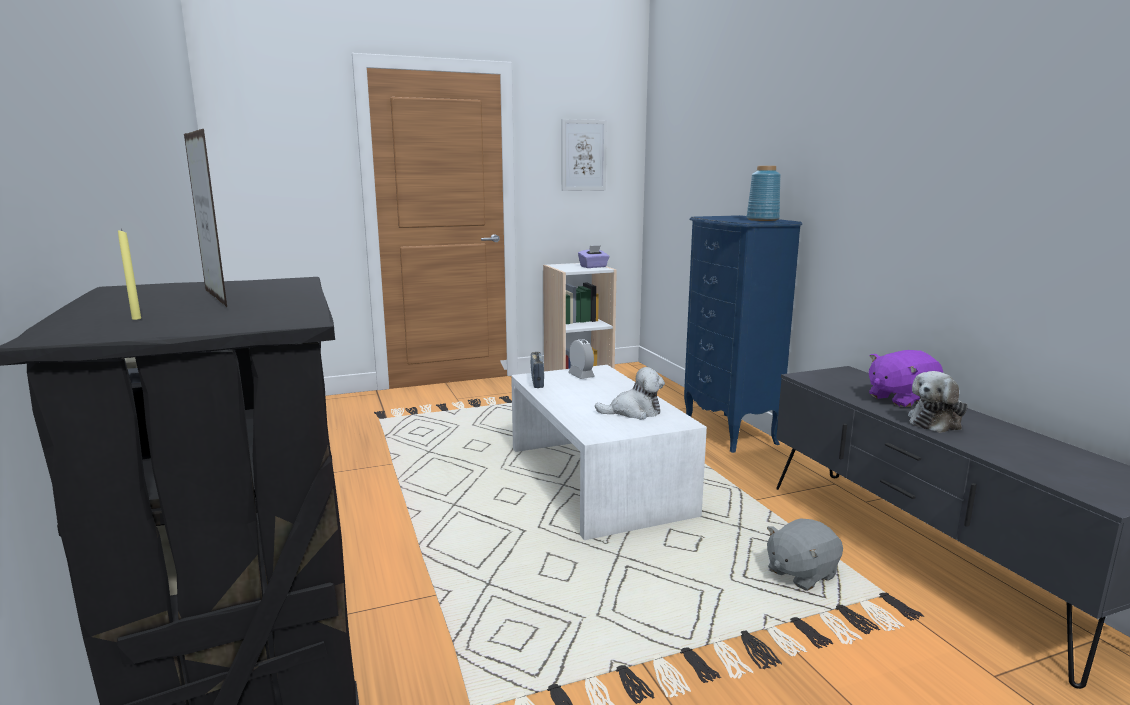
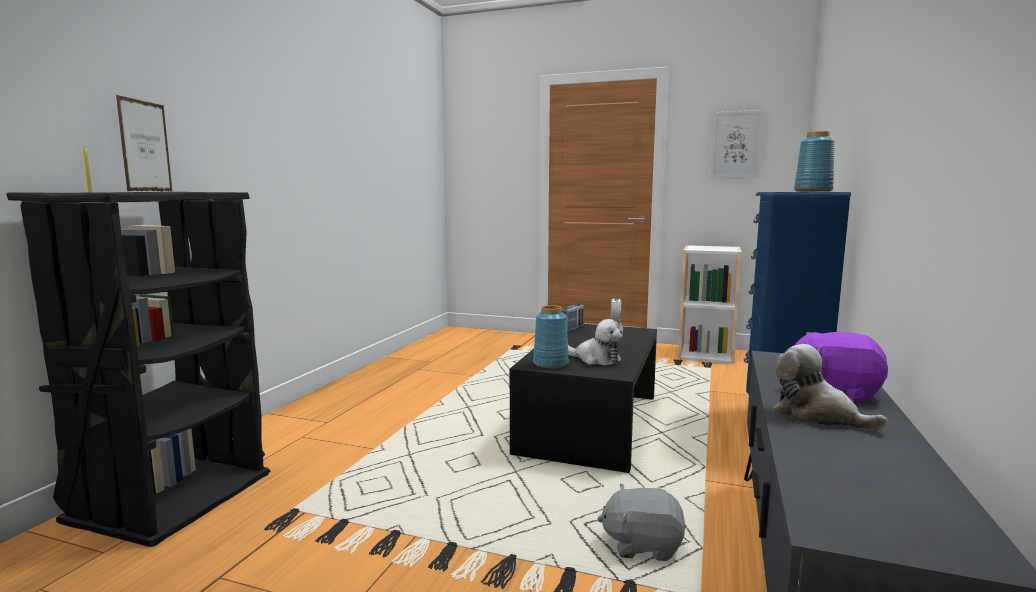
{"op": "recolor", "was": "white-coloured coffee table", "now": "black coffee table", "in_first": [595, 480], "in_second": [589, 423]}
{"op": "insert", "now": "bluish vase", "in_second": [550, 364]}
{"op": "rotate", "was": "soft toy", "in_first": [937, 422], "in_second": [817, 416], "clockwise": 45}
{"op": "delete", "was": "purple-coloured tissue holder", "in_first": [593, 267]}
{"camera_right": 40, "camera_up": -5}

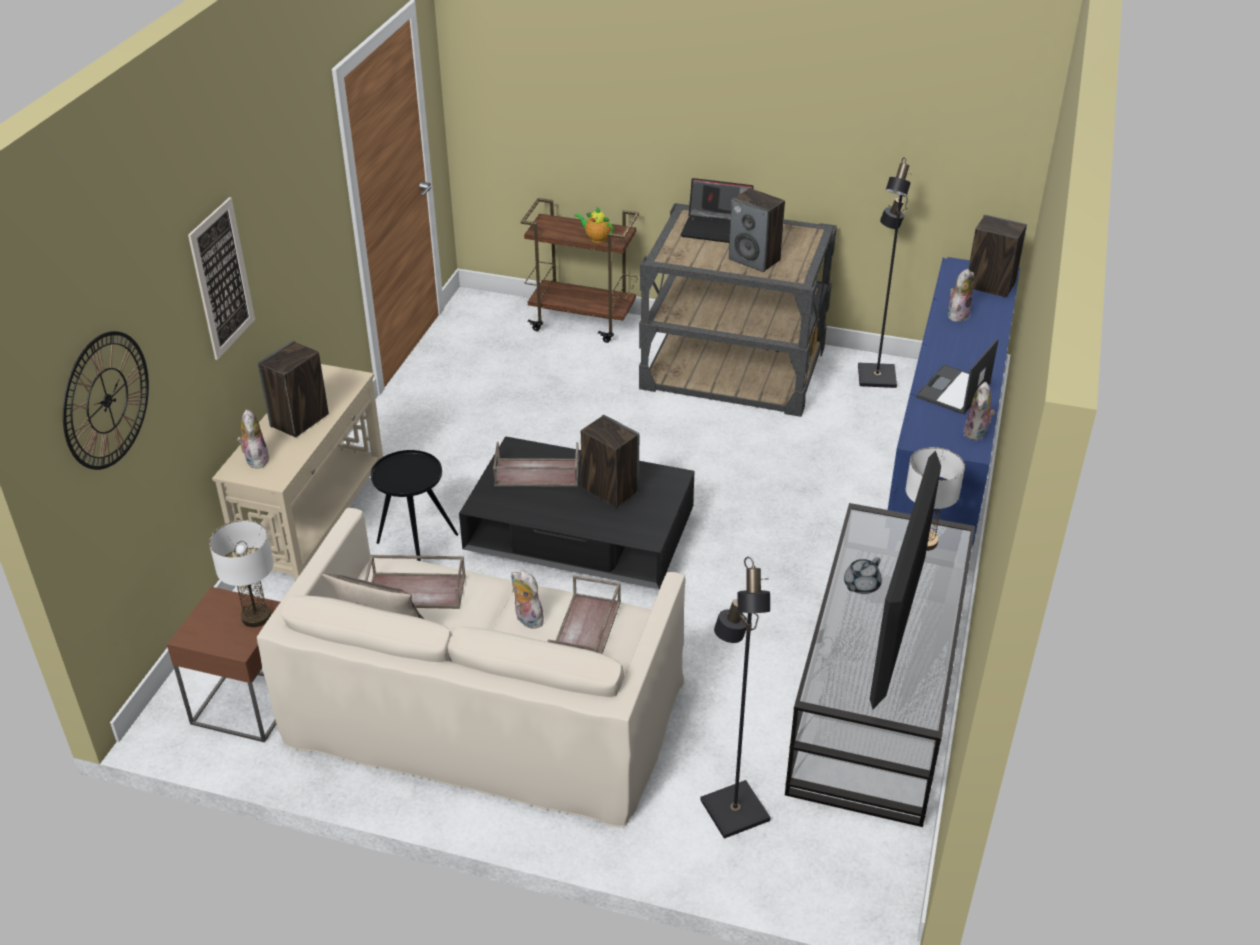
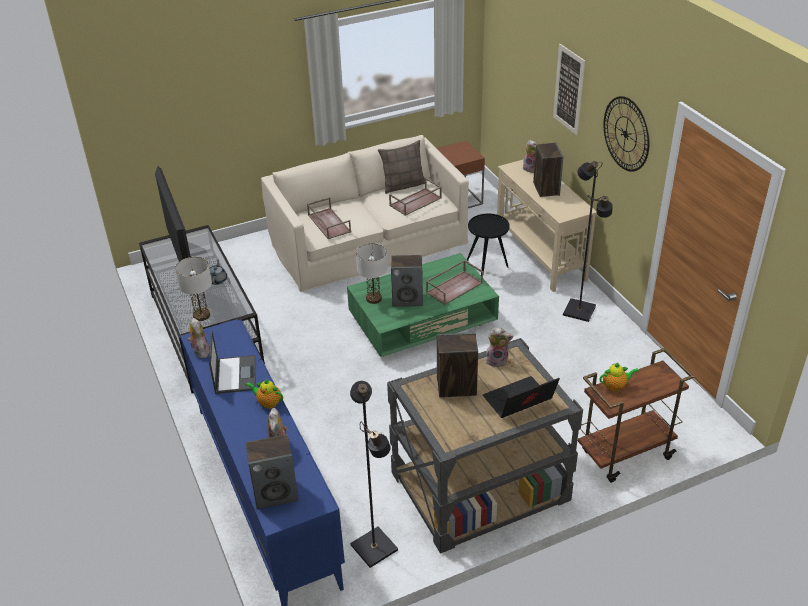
{"op": "insert", "now": "teapot", "in_second": [268, 403]}
{"op": "recolor", "was": "black coffee table", "now": "green coffee table", "in_first": [580, 537], "in_second": [422, 321]}
{"op": "move", "was": "tabletop lamp", "in_first": [256, 617], "in_second": [373, 298]}
{"op": "move", "was": "soft toy", "in_first": [526, 619], "in_second": [497, 360]}
{"op": "move", "was": "black standard lamp", "in_first": [735, 810], "in_second": [579, 311]}
{"op": "move", "was": "wall clock", "in_first": [106, 400], "in_second": [626, 134]}
{"camera_right": 140, "camera_up": 0}

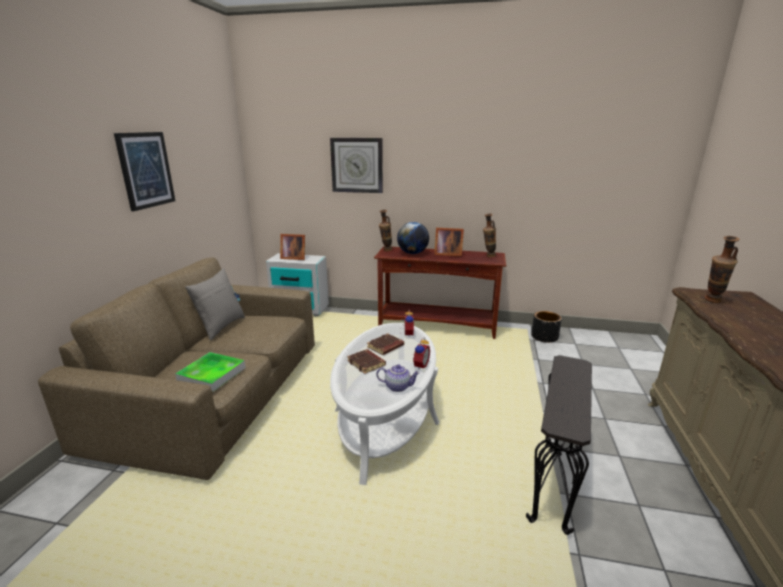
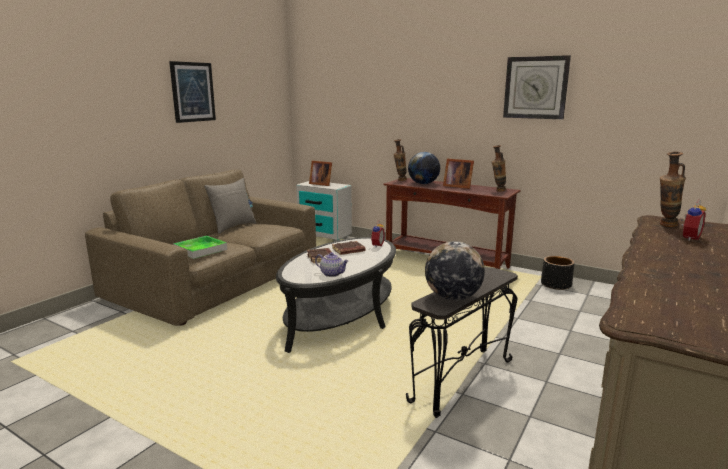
{"op": "recolor", "was": "white-coloured coffee table", "now": "black coffee table", "in_first": [385, 417], "in_second": [341, 316]}
{"op": "insert", "now": "desk globe", "in_second": [452, 298]}
{"op": "move", "was": "wall clock", "in_first": [357, 165], "in_second": [535, 87]}
{"op": "move", "was": "table clock", "in_first": [419, 365], "in_second": [688, 238]}
{"camera_right": 20, "camera_up": -5}

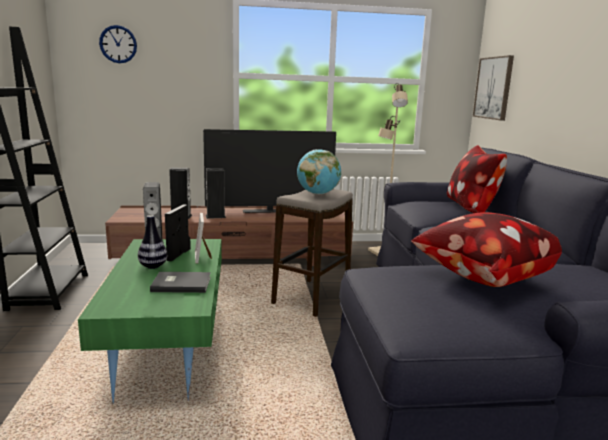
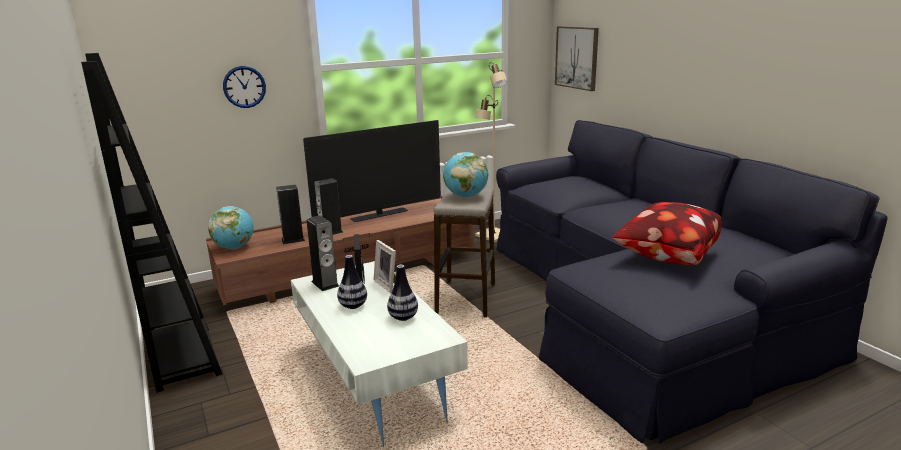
{"op": "insert", "now": "desk globe", "in_second": [234, 247]}
{"op": "move", "was": "wall clock", "in_first": [118, 44], "in_second": [244, 87]}
{"op": "recolor", "was": "green coffee table", "now": "white-coloured coffee table", "in_first": [169, 343], "in_second": [376, 378]}
{"op": "replace", "was": "greyish volume", "now": "vase", "in_first": [181, 283], "in_second": [403, 317]}
{"op": "delete", "was": "throw pillow", "in_first": [471, 208]}
{"camera_right": -20, "camera_up": 5}

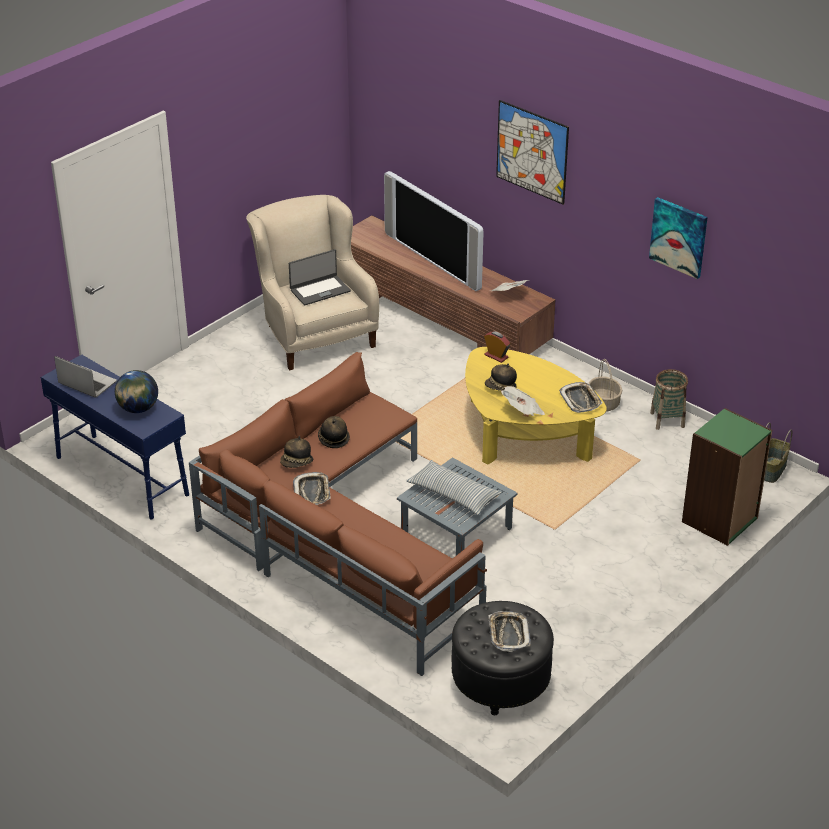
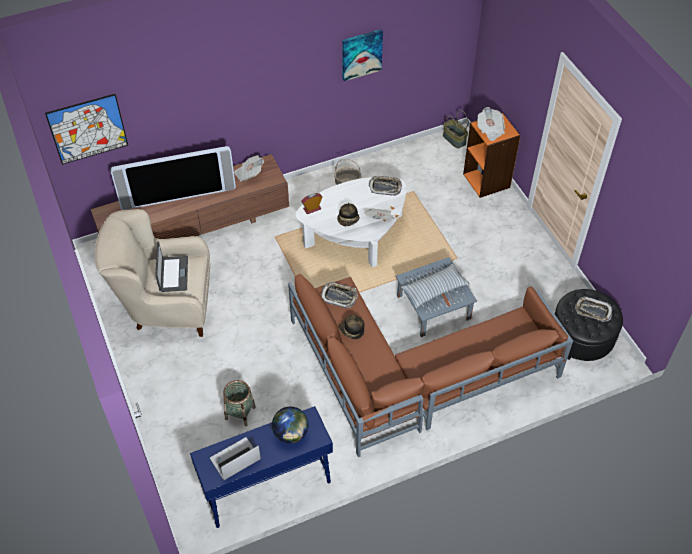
{"op": "move", "was": "picture", "in_first": [532, 152], "in_second": [87, 129]}
{"op": "move", "was": "household basket", "in_first": [667, 420], "in_second": [240, 413]}
{"op": "recolor", "was": "yellowish coffee table", "now": "white-coloured coffee table", "in_first": [524, 434], "in_second": [355, 235]}
{"op": "move", "was": "serving tray", "in_first": [312, 492], "in_second": [339, 296]}
{"op": "recolor", "was": "green bookcase", "now": "orangey bookcase", "in_first": [720, 520], "in_second": [487, 180]}
{"op": "insert", "now": "newspaper", "in_second": [490, 130]}
{"op": "delete", "was": "wearable hat", "in_first": [297, 463]}
{"camera_right": -65, "camera_up": 15}

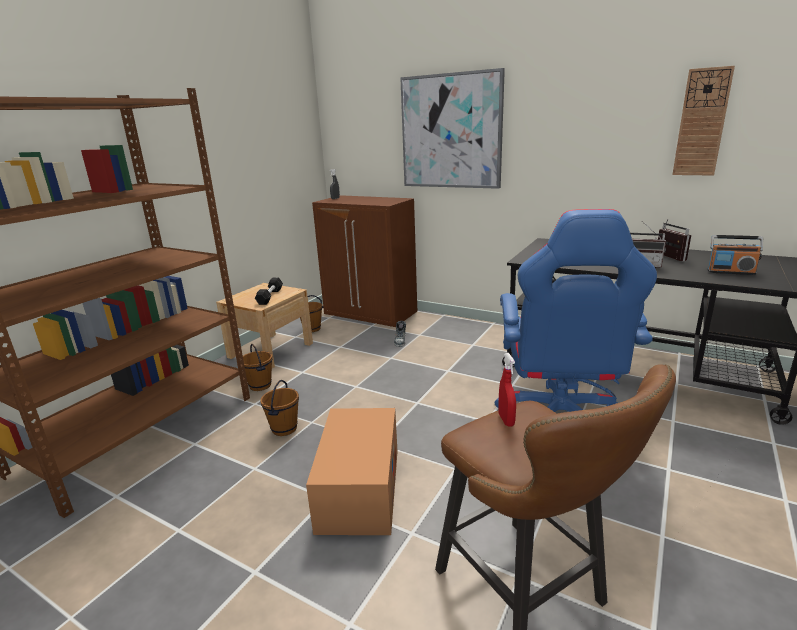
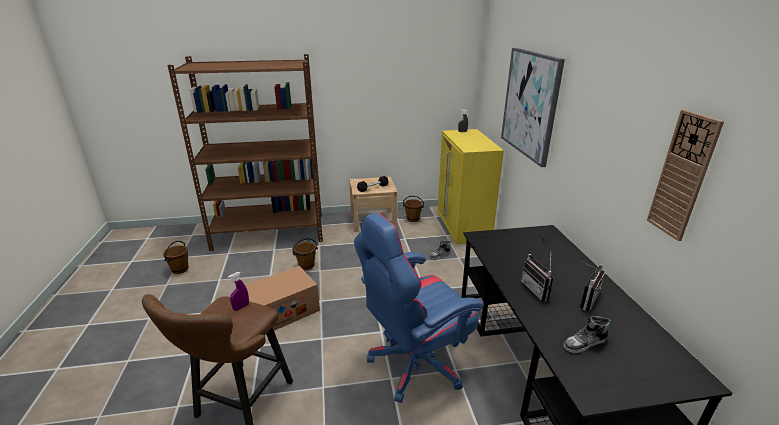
{"op": "move", "was": "brown bucket", "in_first": [260, 386], "in_second": [180, 269]}
{"op": "recolor", "was": "red-coloured sprayer", "now": "purple-coloured sprayer", "in_first": [506, 420], "in_second": [241, 307]}
{"op": "recolor", "was": "brown cupboard", "now": "yellowish cupboard", "in_first": [371, 312], "in_second": [463, 226]}
{"op": "replace", "was": "radio set", "now": "shoe", "in_first": [730, 272], "in_second": [584, 343]}
{"camera_right": 50, "camera_up": 5}

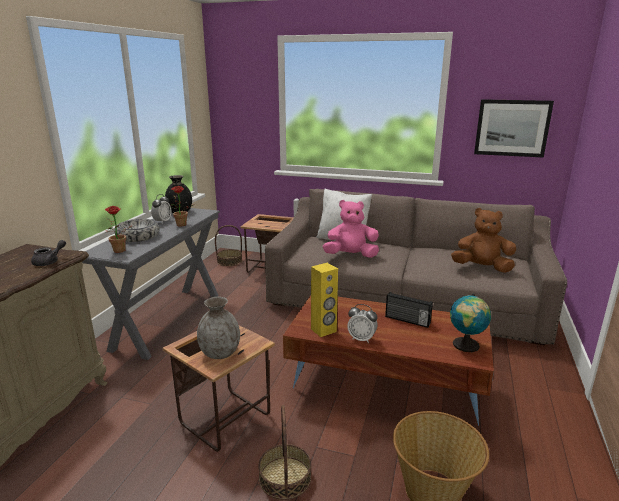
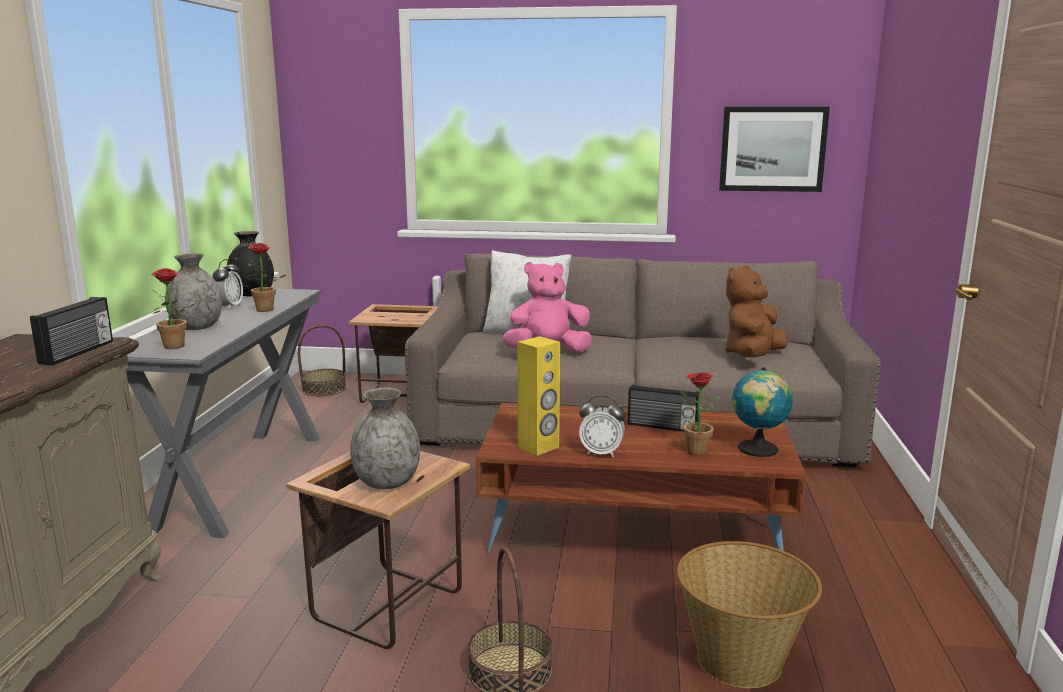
{"op": "replace", "was": "greyish teapot", "now": "radio set", "in_first": [50, 262], "in_second": [78, 352]}
{"op": "replace", "was": "bowl", "now": "greyish vase", "in_first": [138, 236], "in_second": [196, 327]}
{"op": "insert", "now": "plant in a pot", "in_second": [692, 450]}
{"op": "rotate", "was": "brown soft toy", "in_first": [481, 268], "in_second": [753, 356], "clockwise": -60}
{"camera_right": -10, "camera_up": -5}

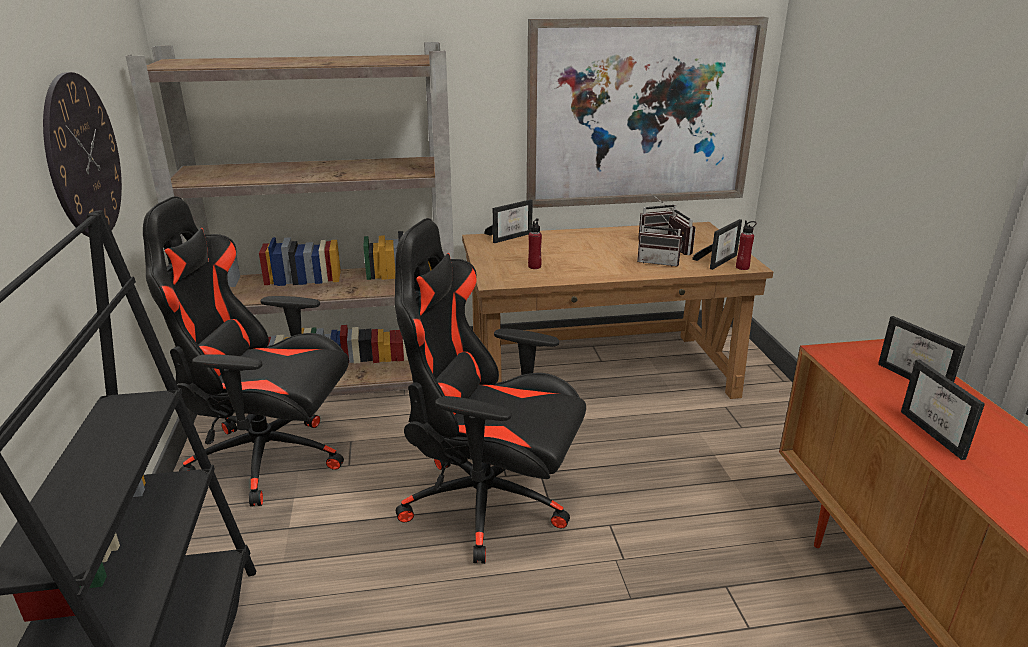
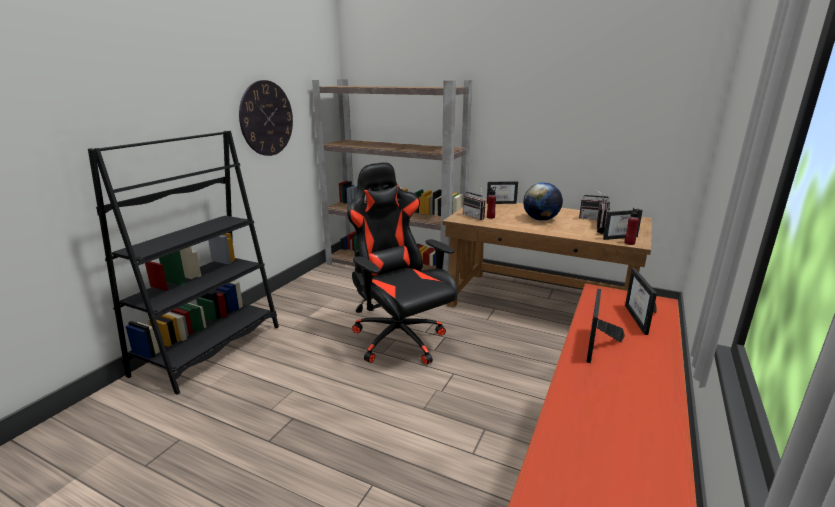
{"op": "move", "was": "radio set", "in_first": [659, 262], "in_second": [476, 216]}
{"op": "insert", "now": "desk globe", "in_second": [541, 219]}
{"op": "delete", "was": "black computer chair", "in_first": [277, 461]}
{"op": "delete", "was": "picture", "in_first": [640, 113]}
{"camera_right": 35, "camera_up": -5}

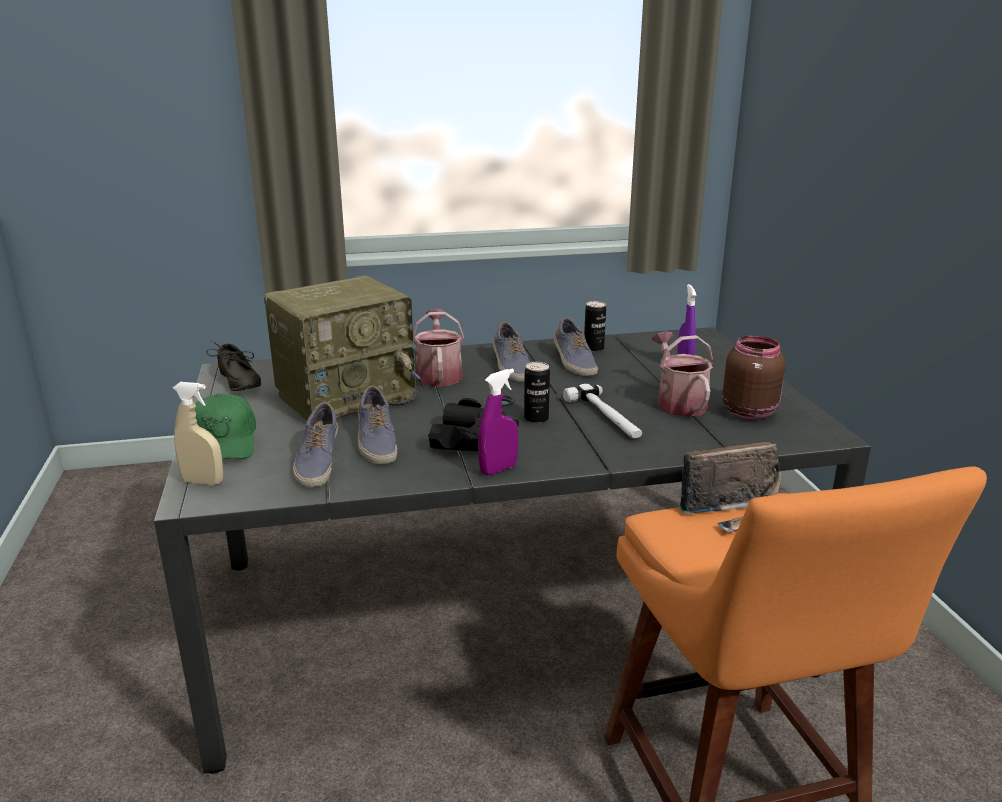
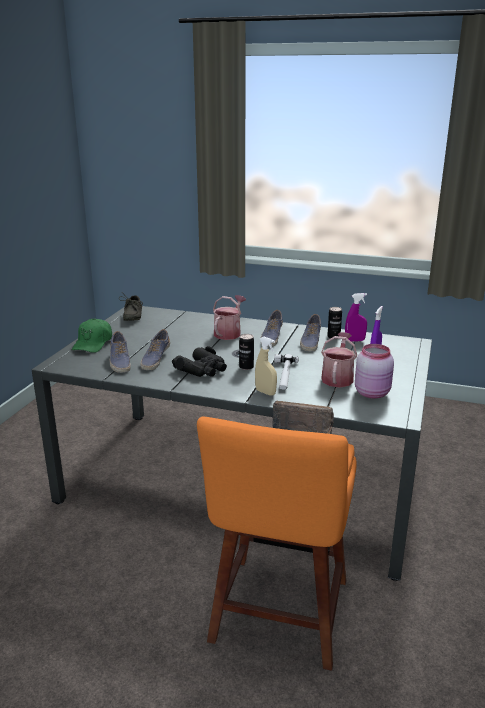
{"op": "rotate", "was": "shoe", "in_first": [317, 462], "in_second": [119, 362], "clockwise": -45}
{"op": "move", "was": "sand-coloured sprayer", "in_first": [203, 482], "in_second": [265, 392]}
{"op": "move", "was": "purple-coloured sprayer", "in_first": [498, 469], "in_second": [355, 340]}
{"op": "recolor", "was": "brown storage jar", "now": "pink-coloured storage jar", "in_first": [749, 411], "in_second": [373, 393]}
{"op": "delete", "was": "radio set", "in_first": [347, 396]}
{"camera_right": 30, "camera_up": 0}

